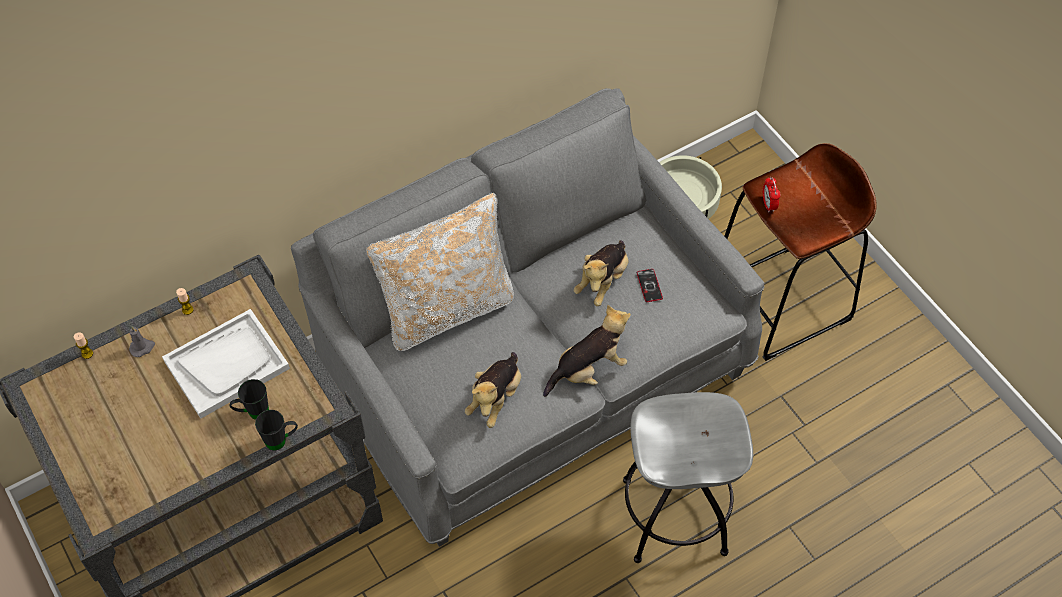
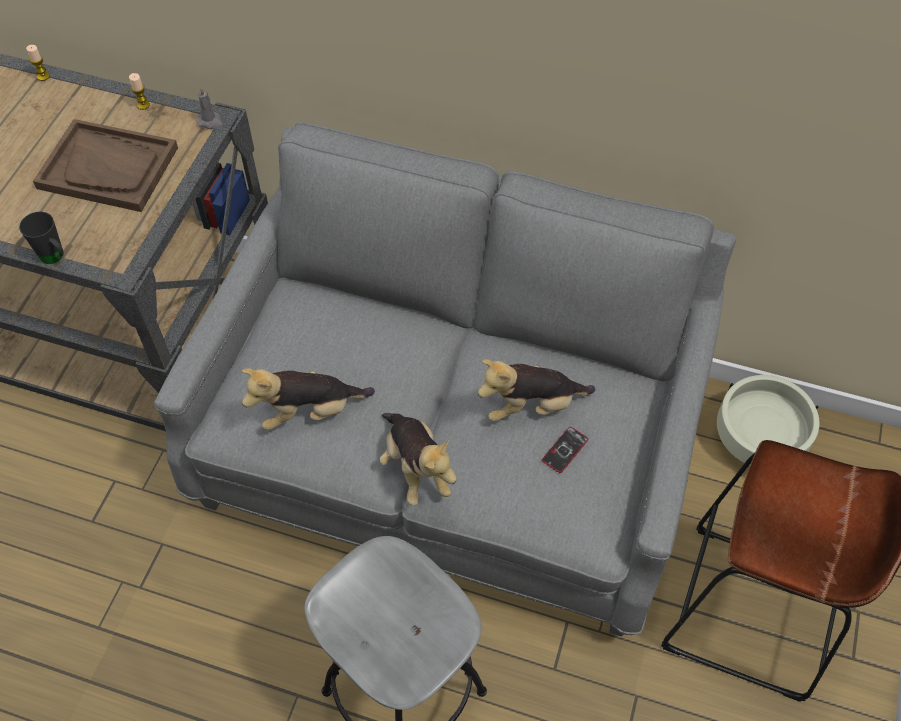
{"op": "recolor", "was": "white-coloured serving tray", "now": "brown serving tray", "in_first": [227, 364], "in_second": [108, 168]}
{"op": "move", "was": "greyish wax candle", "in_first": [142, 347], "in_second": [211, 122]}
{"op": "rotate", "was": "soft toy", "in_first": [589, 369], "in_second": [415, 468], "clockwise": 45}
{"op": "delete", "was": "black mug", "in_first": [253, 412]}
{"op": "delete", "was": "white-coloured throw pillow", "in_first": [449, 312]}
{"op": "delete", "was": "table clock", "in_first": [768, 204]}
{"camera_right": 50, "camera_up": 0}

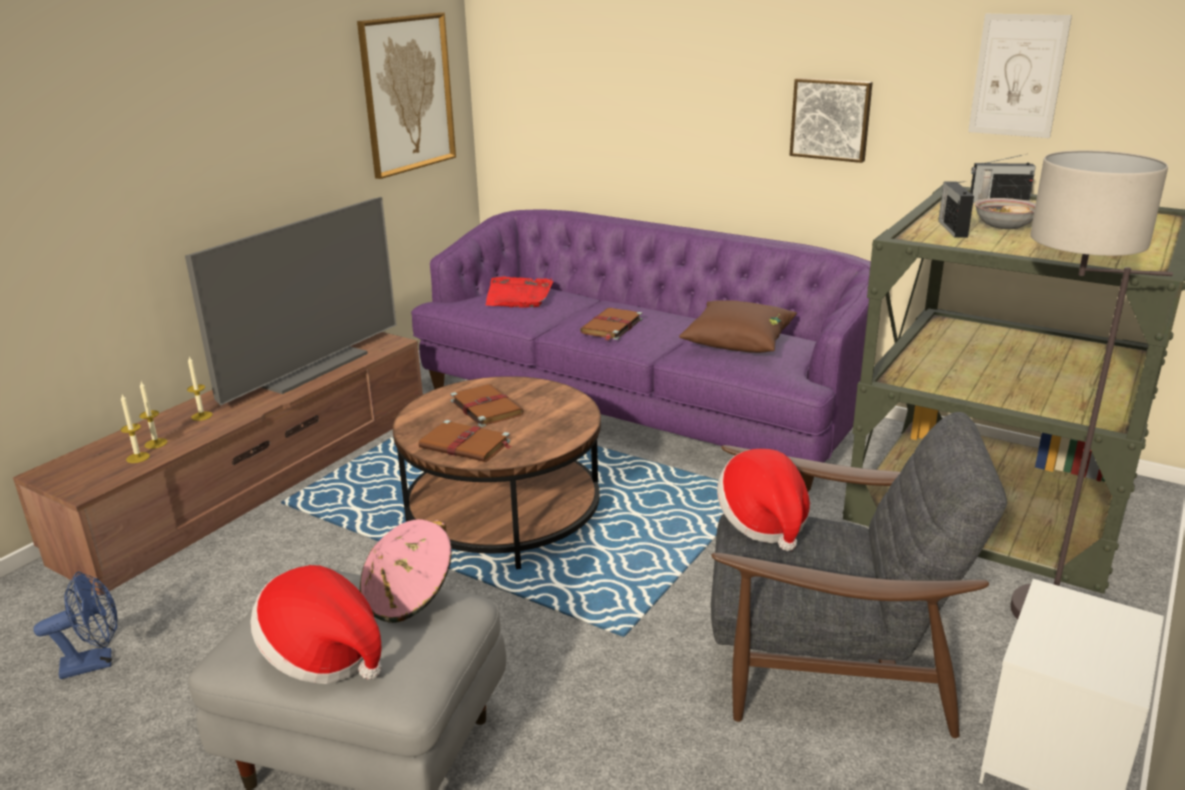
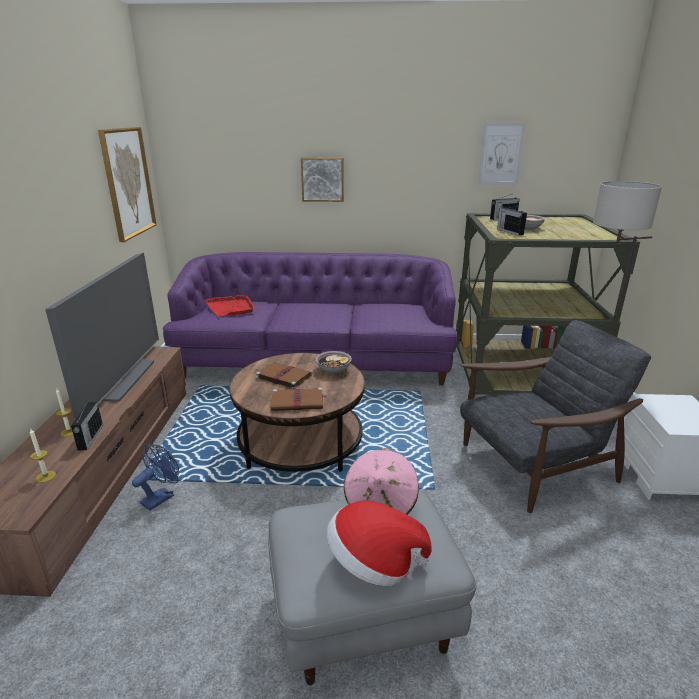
{"op": "insert", "now": "radio set", "in_second": [90, 438]}
{"op": "move", "was": "bluish fan", "in_first": [96, 662], "in_second": [161, 497]}
{"op": "move", "was": "picture", "in_first": [831, 119], "in_second": [322, 179]}
{"op": "insert", "now": "bowl", "in_second": [333, 369]}
{"op": "delete", "was": "wax candle", "in_first": [156, 443]}
{"op": "delete", "was": "brown volume", "in_first": [611, 326]}
{"op": "delete", "was": "brown throw pillow", "in_first": [738, 342]}
{"op": "delete", "was": "wearable hat", "in_first": [763, 522]}
{"camera_right": -30, "camera_up": 0}

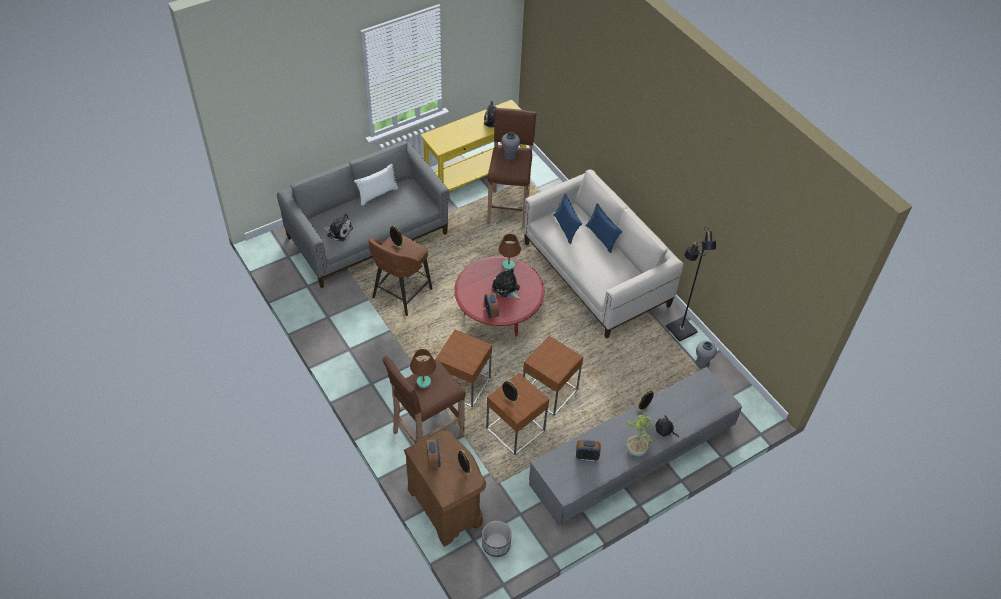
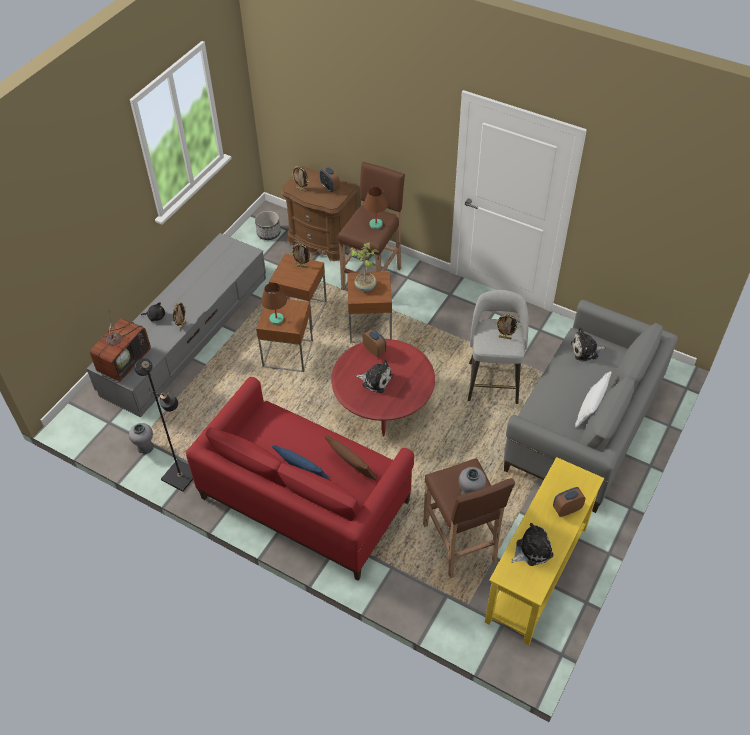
{"op": "insert", "now": "TV", "in_second": [124, 360]}
{"op": "recolor", "was": "sand-coloured sofa", "now": "red-coloured sofa", "in_first": [595, 274], "in_second": [305, 499]}
{"op": "move", "was": "brown tabletop lamp", "in_first": [508, 265], "in_second": [276, 319]}
{"op": "recolor", "was": "bluish throw pillow", "now": "brown throw pillow", "in_first": [566, 228], "in_second": [351, 467]}
{"op": "move", "was": "plant in a pot", "in_first": [636, 450], "in_second": [365, 286]}
{"op": "recolor", "was": "brown stool seat", "now": "greyish stool seat", "in_first": [401, 294], "in_second": [493, 381]}
{"op": "move", "was": "table clock", "in_first": [587, 456], "in_second": [566, 509]}
{"camera_right": 155, "camera_up": 0}

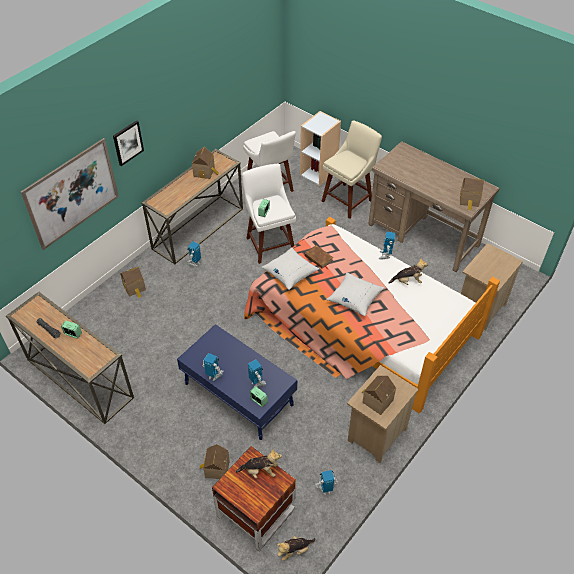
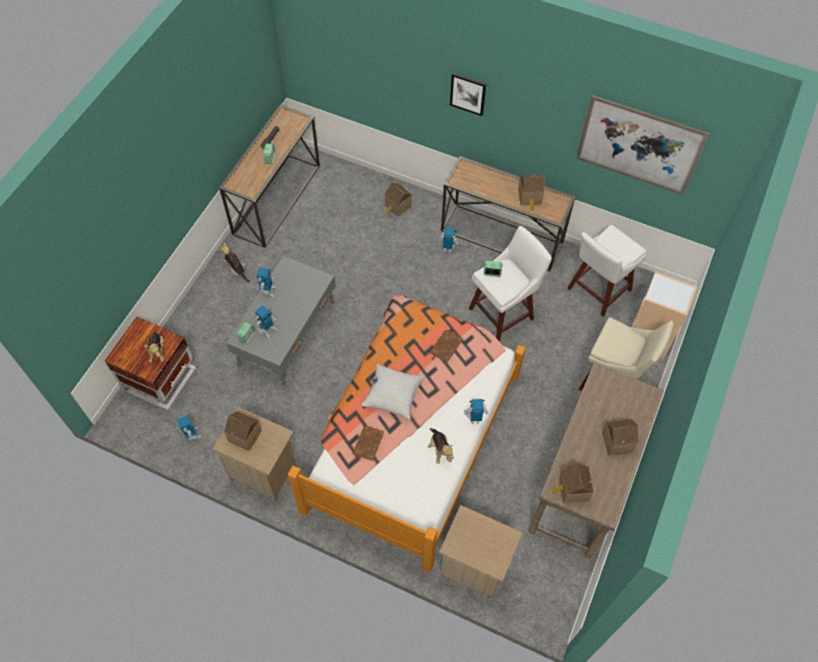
{"op": "move", "was": "soft toy", "in_first": [294, 550], "in_second": [236, 269]}
{"op": "recolor", "was": "bluish coffee table", "now": "greyish coffee table", "in_first": [238, 394], "in_second": [287, 332]}
{"op": "insert", "now": "brown volume", "in_second": [368, 444]}
{"op": "move", "was": "picture", "in_first": [72, 193], "in_second": [639, 145]}
{"op": "move", "was": "miniature house", "in_first": [215, 469], "in_second": [616, 441]}
{"op": "delete", "was": "greyish throw pillow", "in_first": [290, 273]}
{"camera_right": 75, "camera_up": 10}

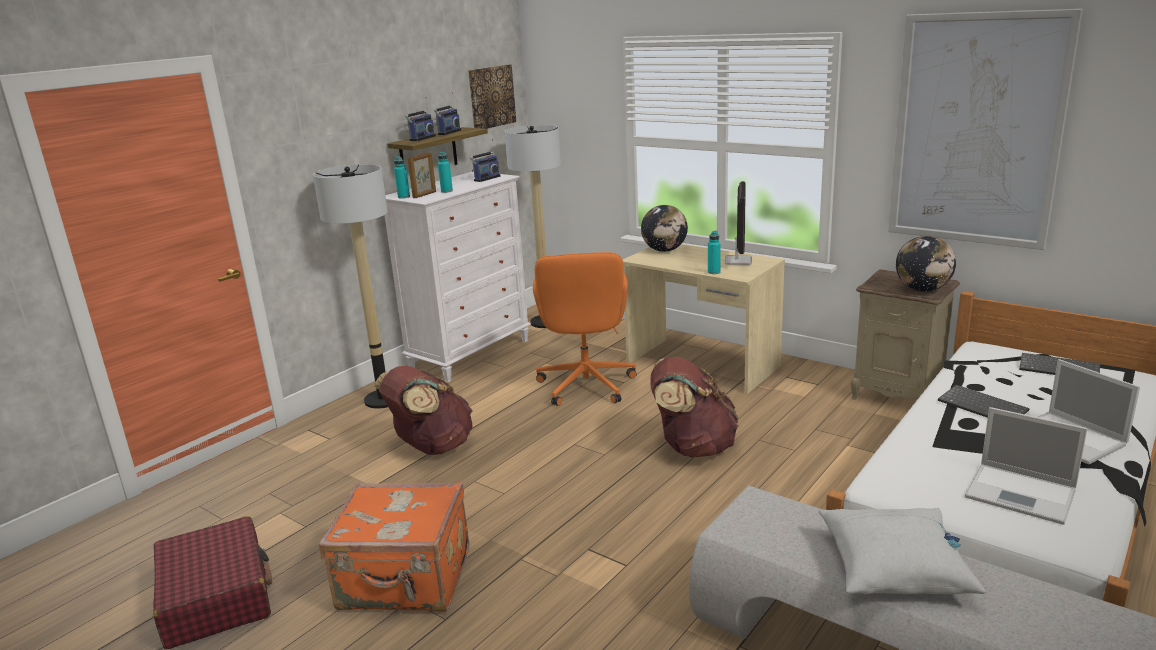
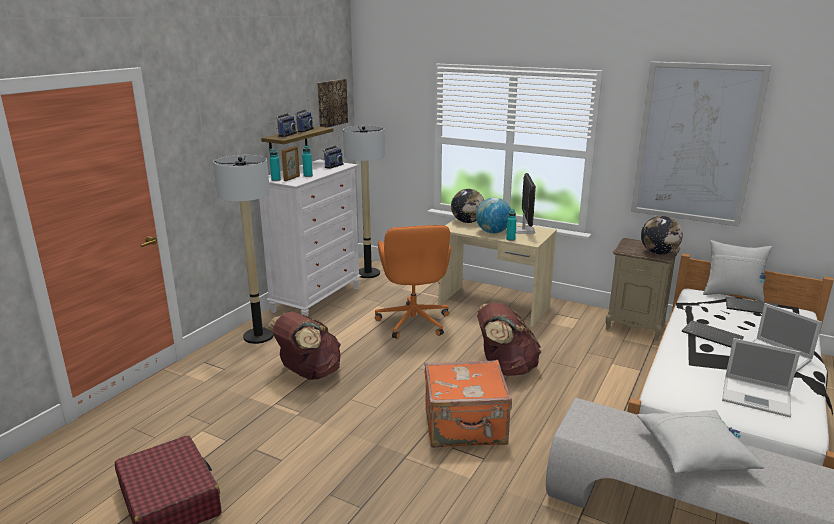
{"op": "move", "was": "orangey piece of luggage", "in_first": [406, 581], "in_second": [465, 427]}
{"op": "insert", "now": "desk globe", "in_second": [492, 232]}
{"op": "insert", "now": "greyish throw pillow", "in_second": [732, 295]}
{"camera_right": -10, "camera_up": 0}

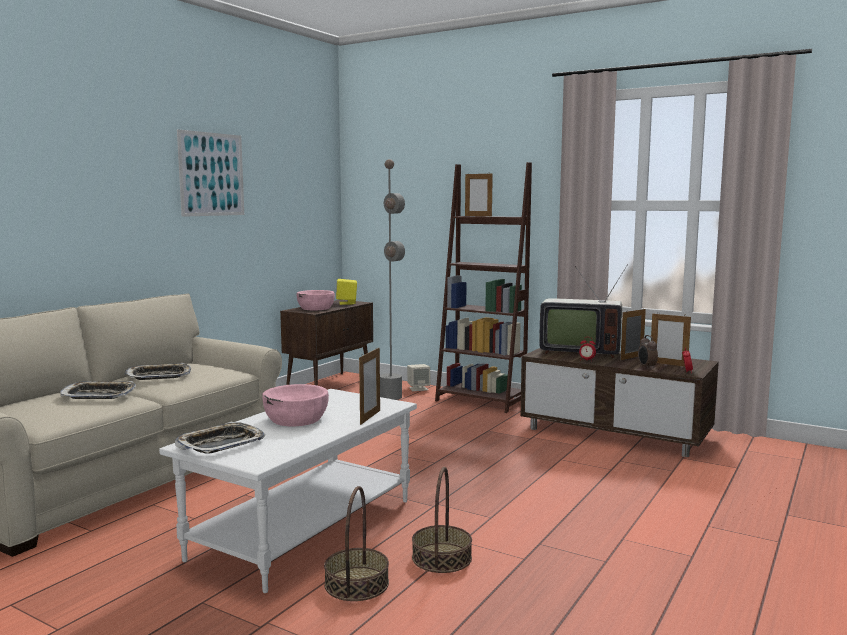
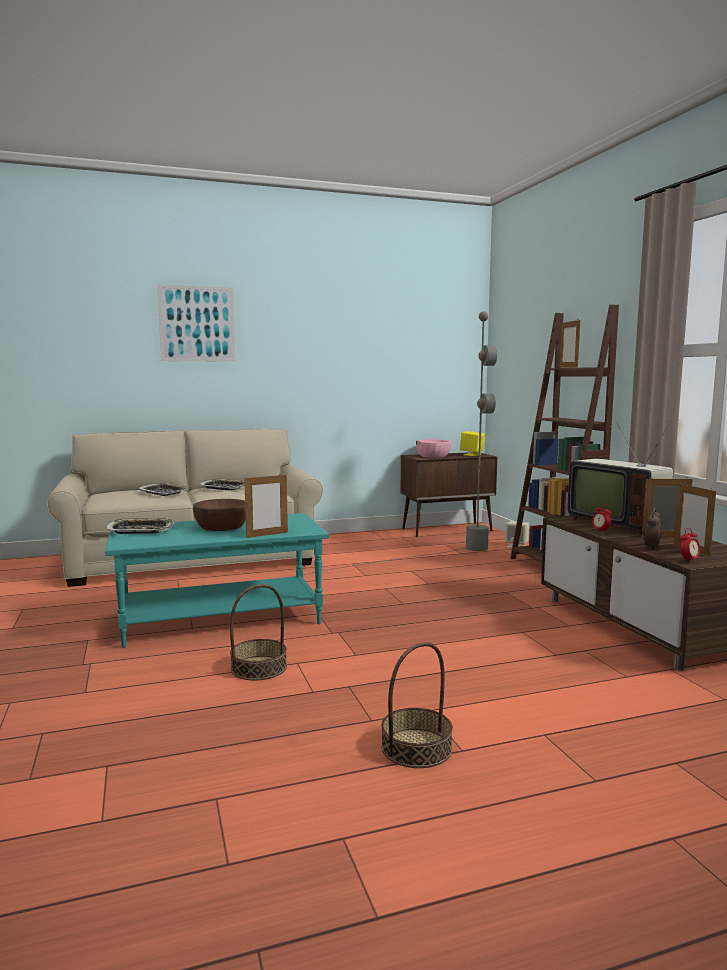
{"op": "recolor", "was": "white-coloured coffee table", "now": "turquoise-coloured coffee table", "in_first": [303, 528], "in_second": [221, 618]}
{"op": "move", "was": "picture", "in_first": [212, 174], "in_second": [197, 324]}
{"op": "recolor", "was": "pink-coloured bowl", "now": "brown bowl", "in_first": [296, 419], "in_second": [221, 526]}
{"op": "move", "was": "household basket", "in_first": [357, 584], "in_second": [416, 748]}
{"camera_right": 40, "camera_up": 0}

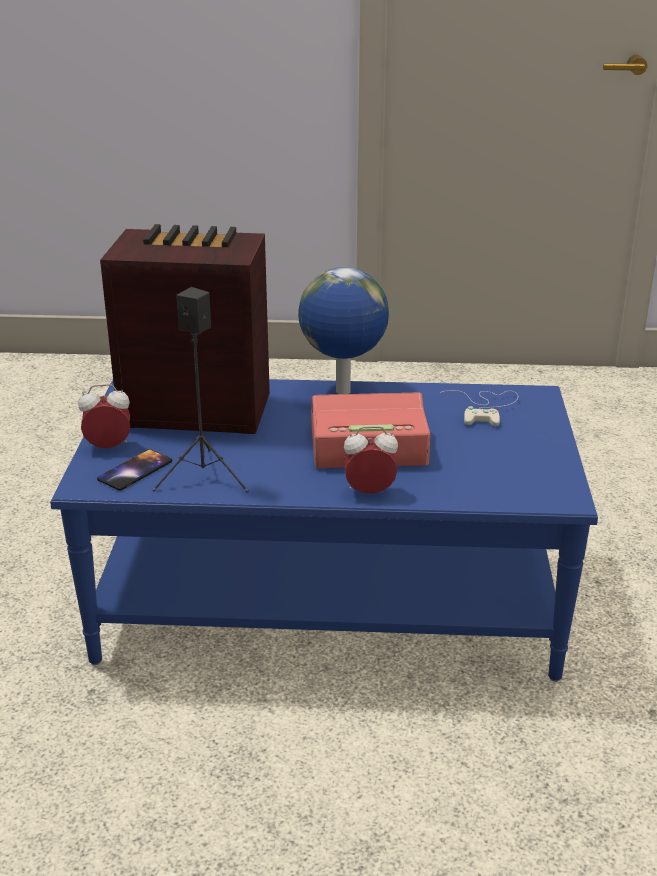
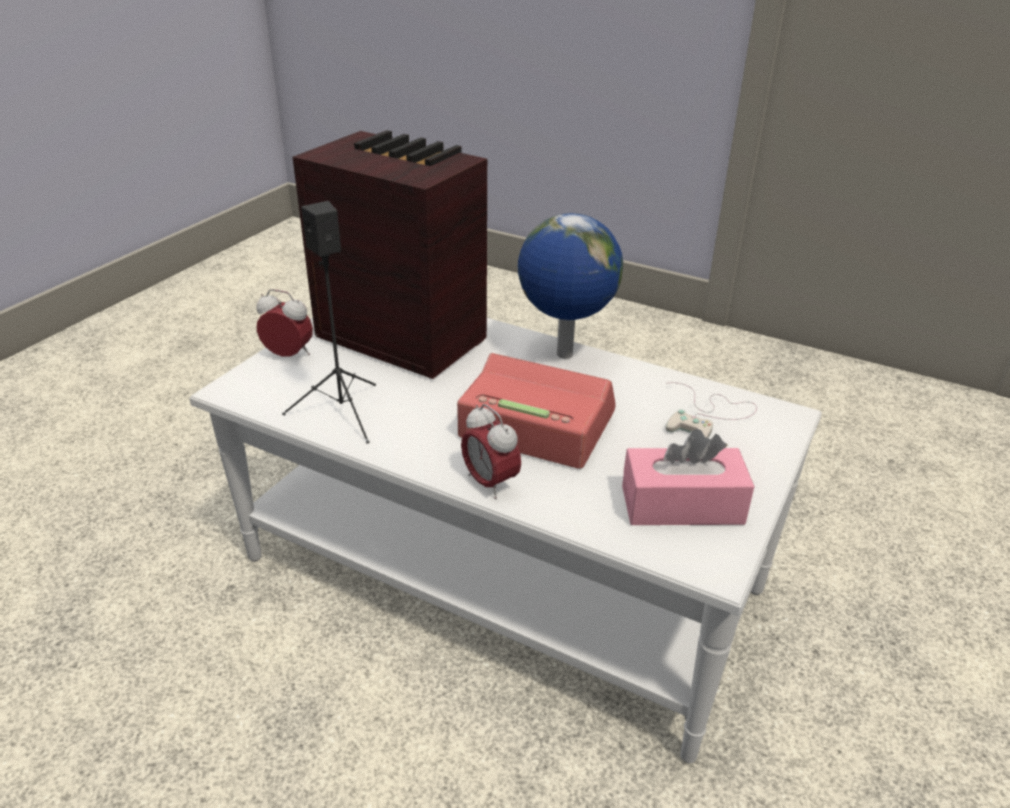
{"op": "recolor", "was": "bluish coffee table", "now": "white-coloured coffee table", "in_first": [325, 605], "in_second": [498, 573]}
{"op": "rotate", "was": "table clock", "in_first": [369, 492], "in_second": [490, 483], "clockwise": -150}
{"op": "insert", "now": "pink-coloured tissue holder", "in_second": [682, 505]}
{"op": "delete", "was": "handset", "in_first": [135, 470]}
{"camera_right": 25, "camera_up": 5}

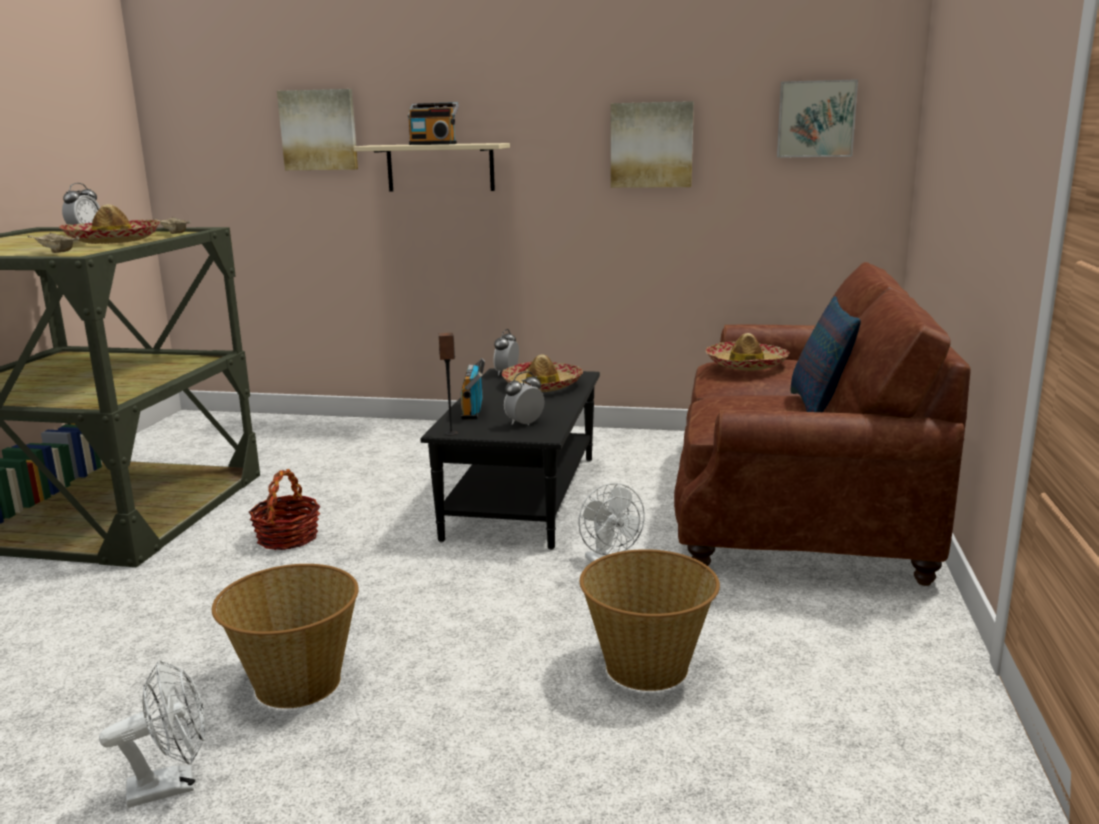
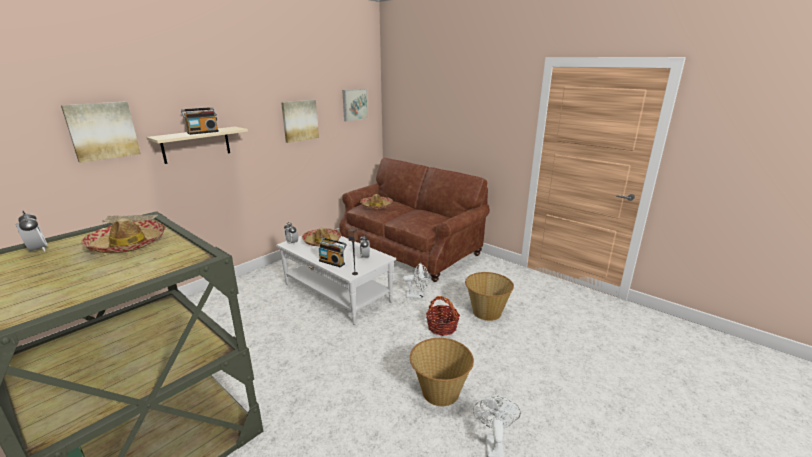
{"op": "recolor", "was": "black coffee table", "now": "white-coloured coffee table", "in_first": [522, 497], "in_second": [337, 293]}
{"op": "move", "was": "household basket", "in_first": [287, 538], "in_second": [442, 327]}
{"op": "delete", "was": "sand-coloured serving tray", "in_first": [55, 252]}
{"op": "delete", "was": "bluish throw pillow", "in_first": [817, 408]}
{"camera_right": -60, "camera_up": 5}

